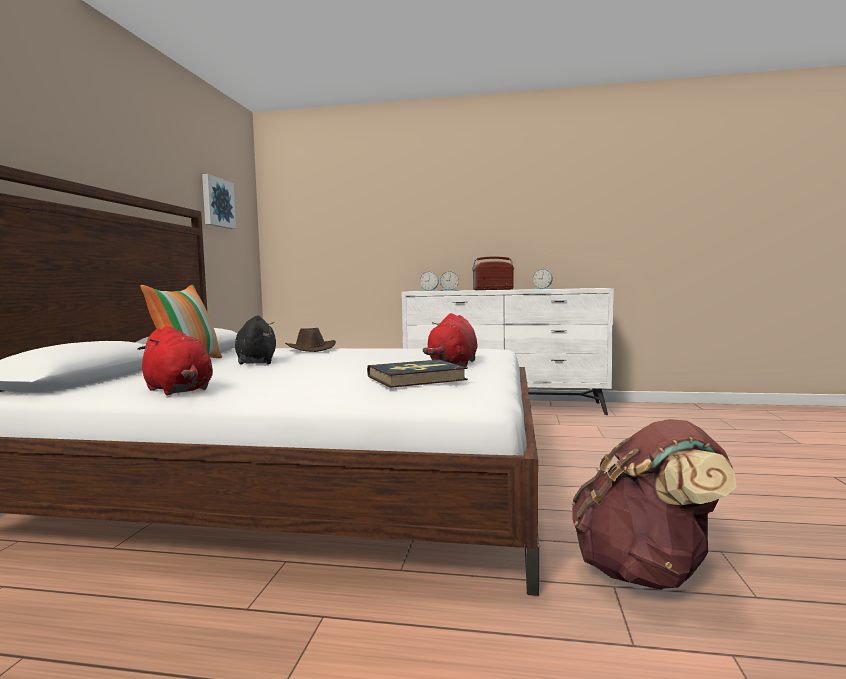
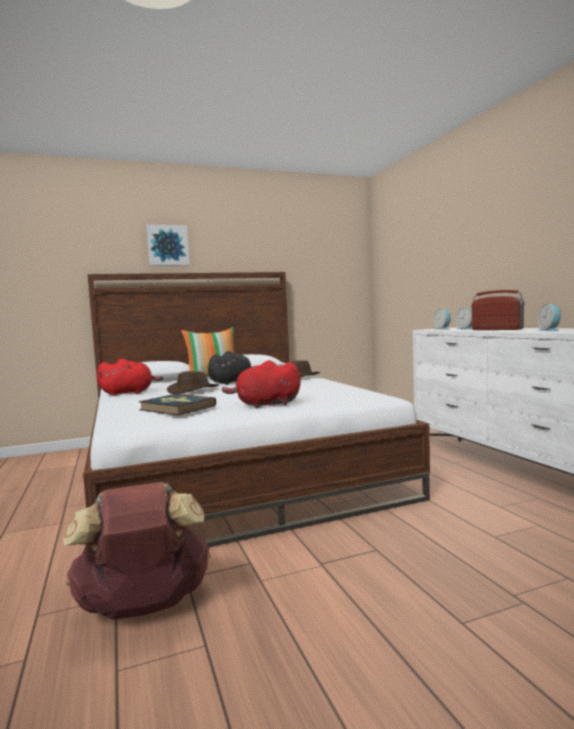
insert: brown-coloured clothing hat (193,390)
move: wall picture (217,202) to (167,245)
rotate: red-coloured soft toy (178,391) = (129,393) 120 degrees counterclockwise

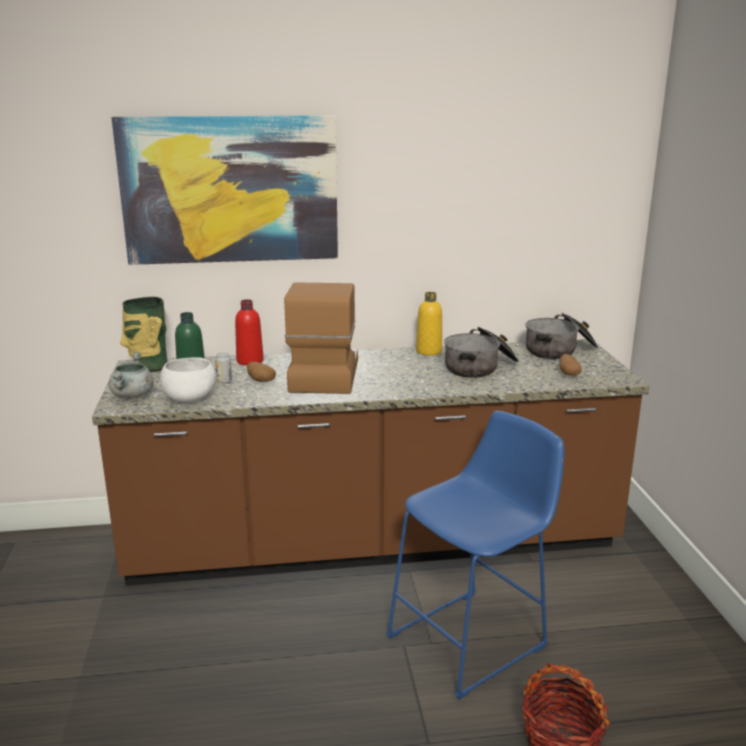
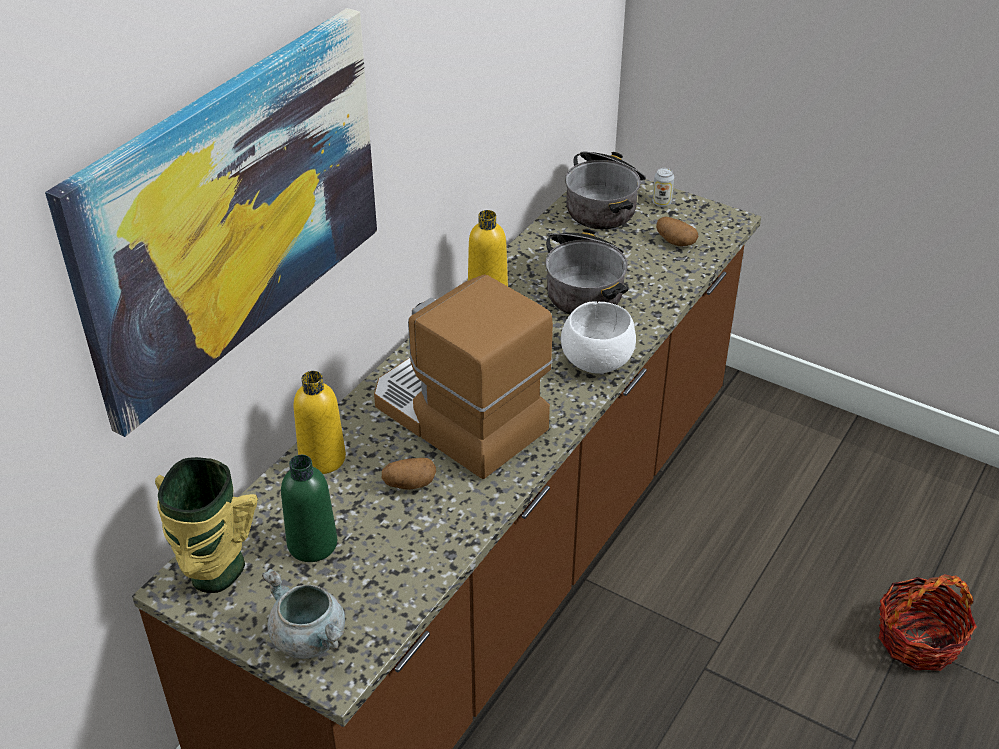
delete: blue-coloured stool seat (473,639)
move: sealed can (224,381) to (661,203); whitish bowl (189,399) to (595,361)
recolor: red-coloured drink bottle (250,361) to yellow drink bottle (322,458)

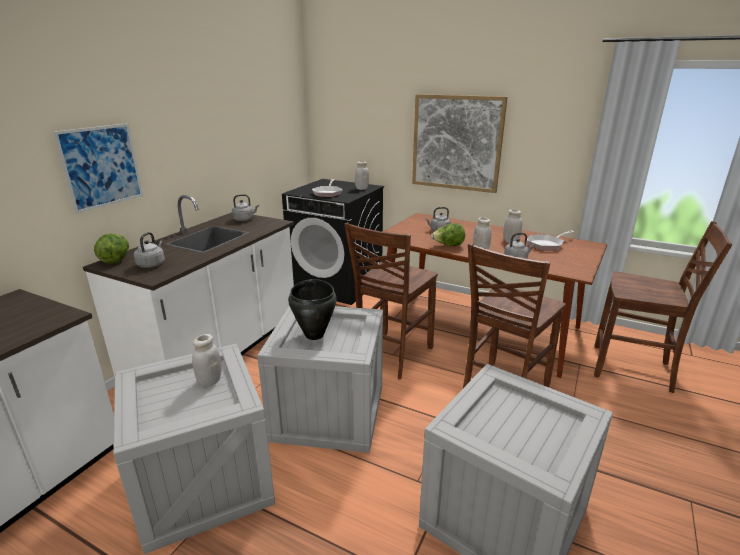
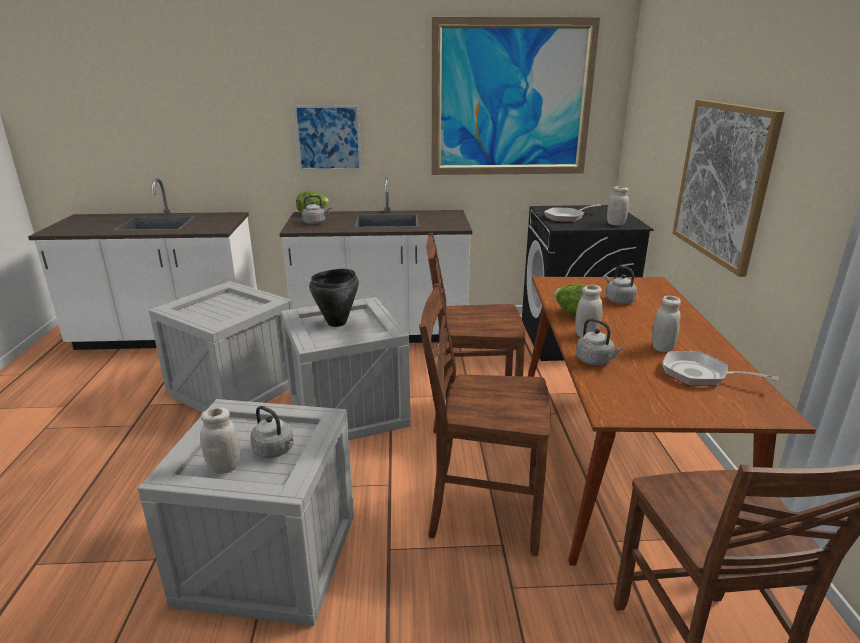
insert: wall picture (511,99)
move: gray tea kettle (245,219) to (275,451); whitish storage jar (209,381) to (224,467)

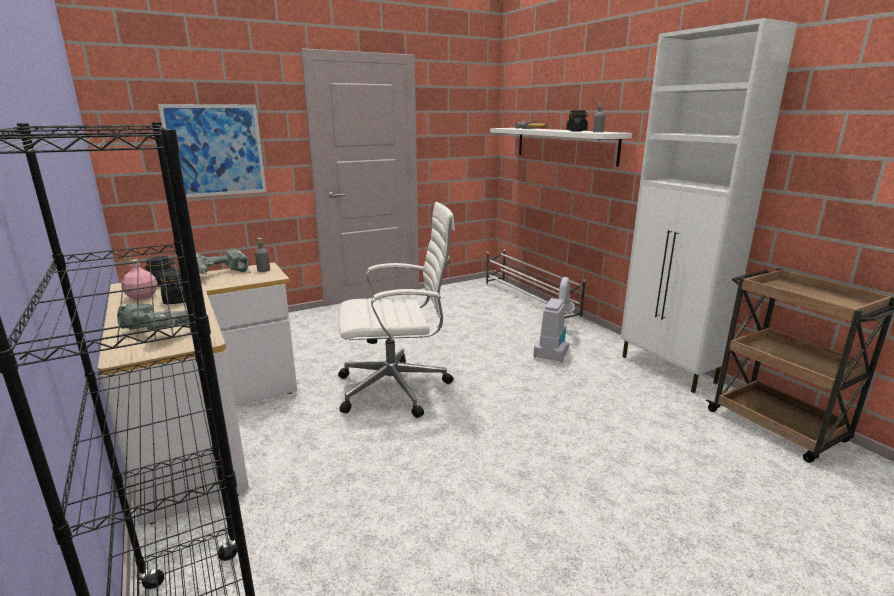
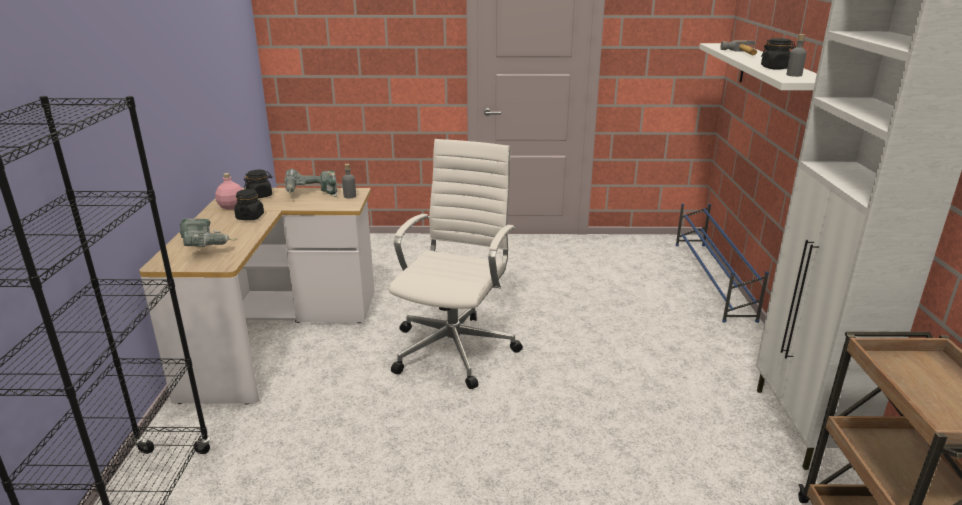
delete: wall picture (215,150); vacuum (554,347)
recolor: whitish shoe stand (529,300) to blue-coloured shoe stand (712,279)
rotate: whitish office chair (397,388) = (455,348) 90 degrees counterclockwise

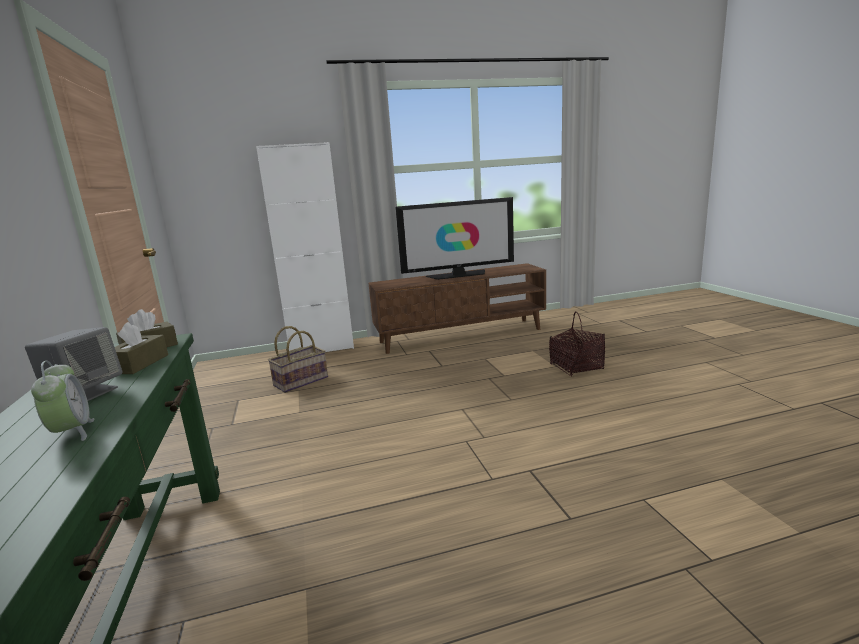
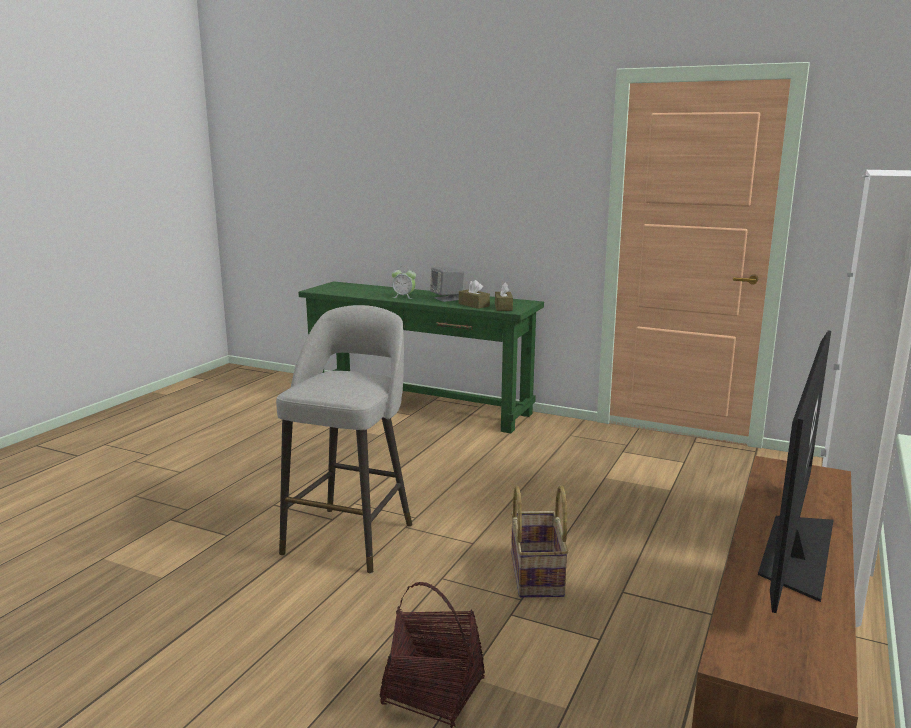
insert: gray stool seat (350,537)
move: basket (301,381) to (538,574)

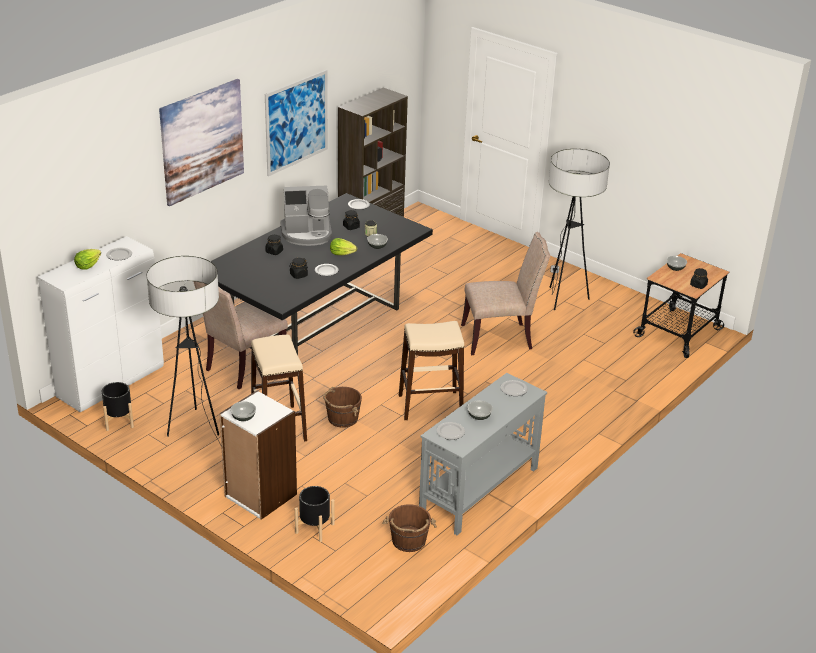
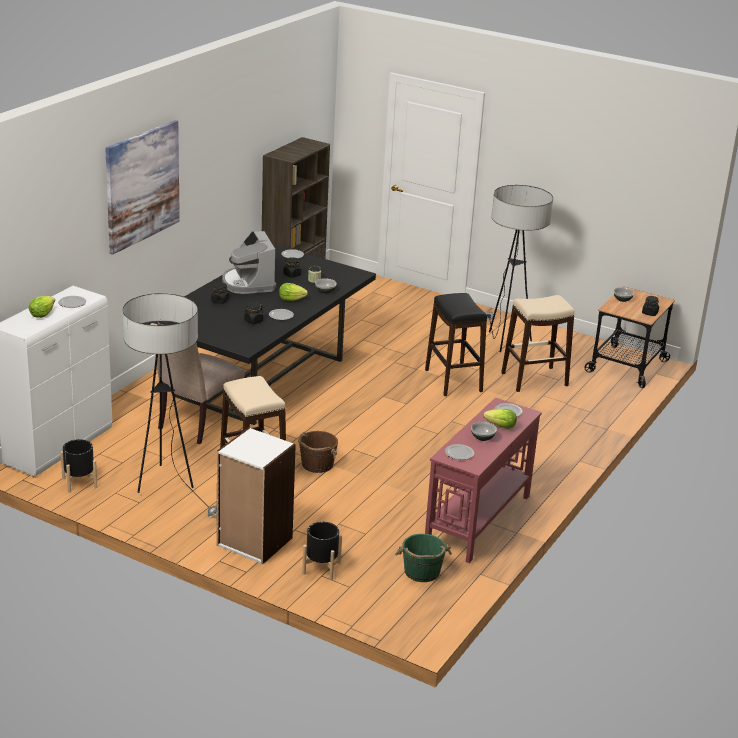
delete: wall picture (296,122); bowl (243,417)
insert: lettuce (501,426)
move: beige stool seat (430,406) to (534,379)
replace: beige chair (500,338) to blackish stool seat (453,381)
recolor: gray narrow table (478,490) to red-coloured narrow table (477,520); brown-coloured bucket (408,541) to green-coloured bucket (422,572)
rotate: coffee maker (307,234) = (248,283) 90 degrees clockwise

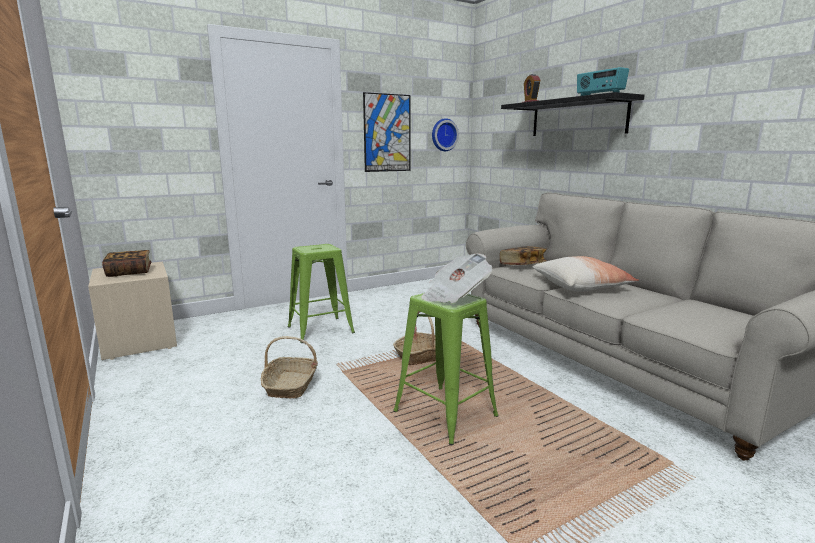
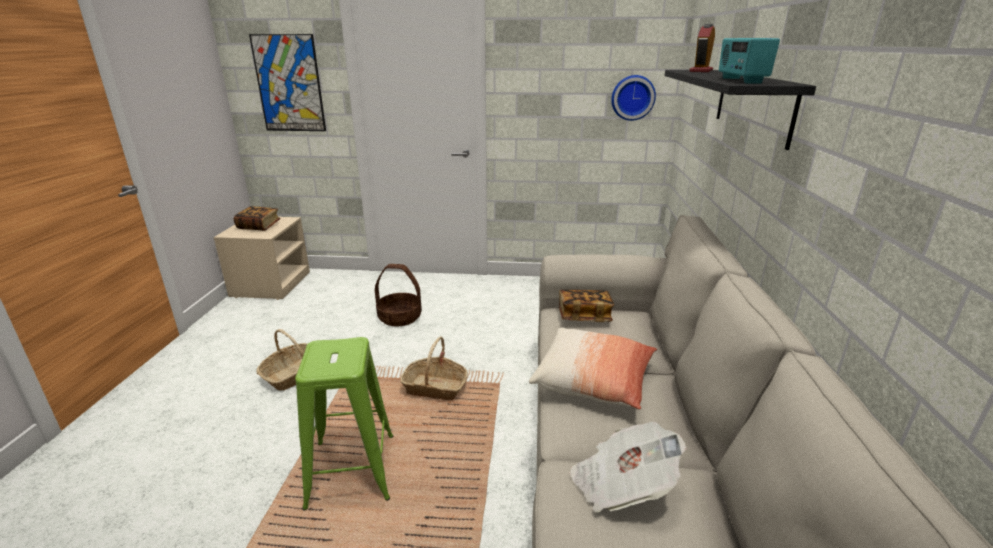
move: wall picture (387,133) to (289,84); printed paper (455,296) to (621,485)
replace: green-coloured stool seat (321,330) to basket (399,317)

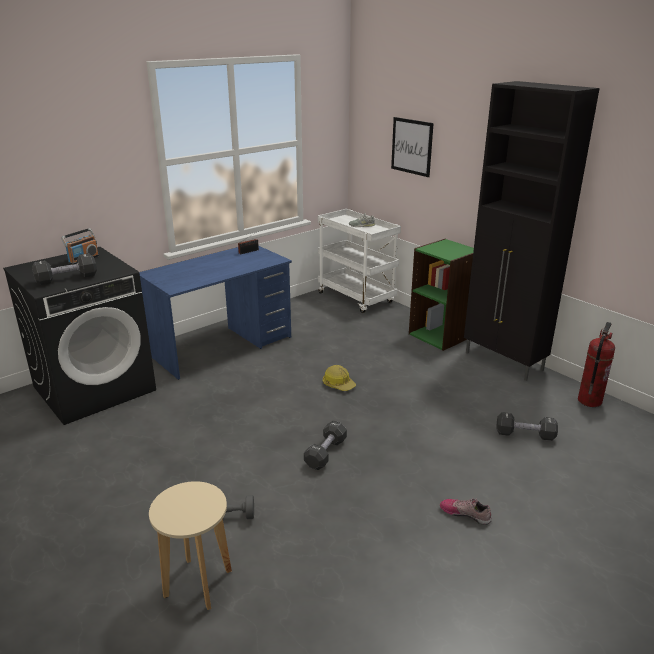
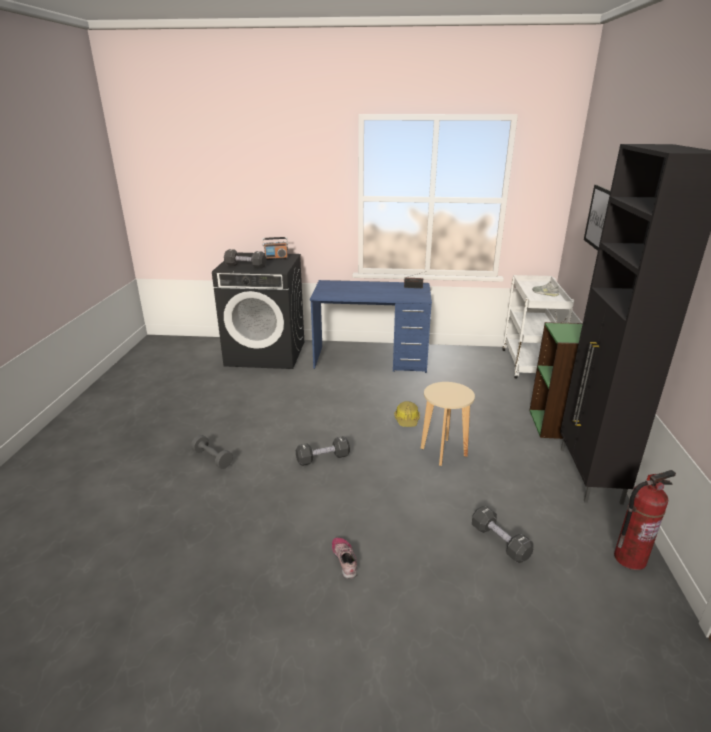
move: beige stool seat (198,583) to (444,452)

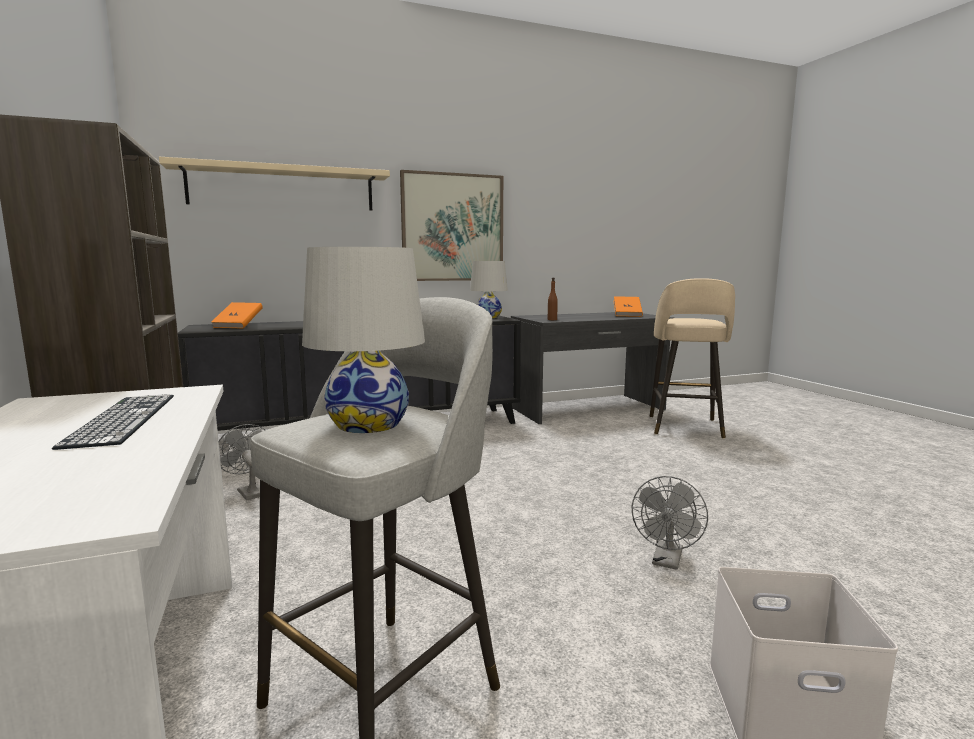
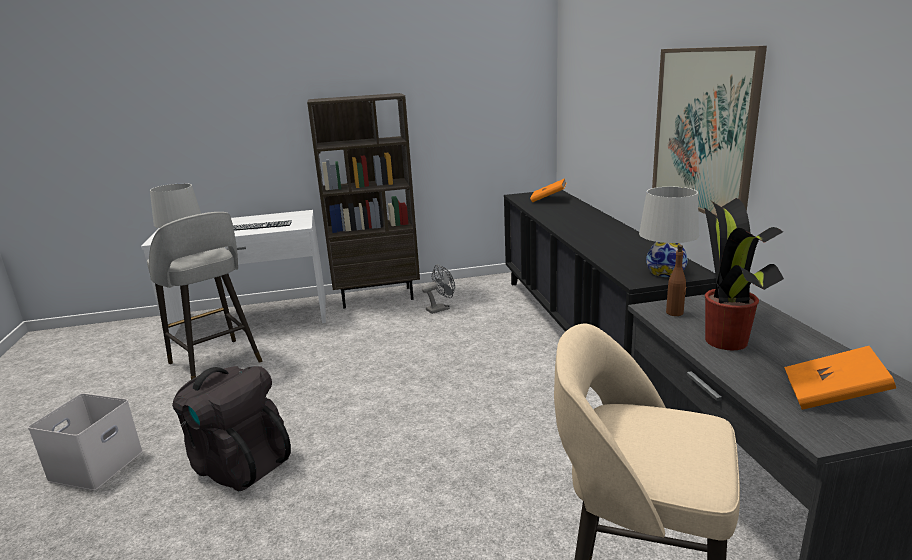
delete: beige shelf (283,188)
insert: houseplant (726,342)
replace: gray fan (667,561) to blackish knapsack (238,464)

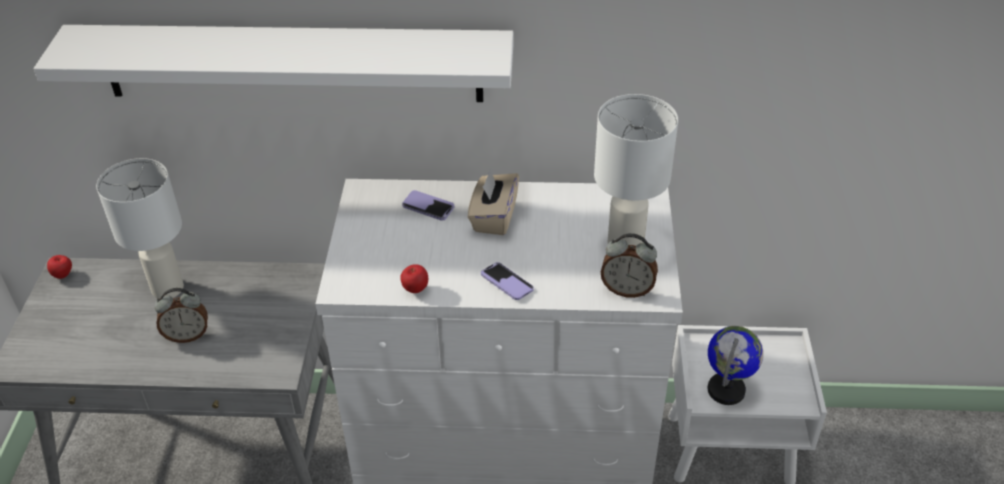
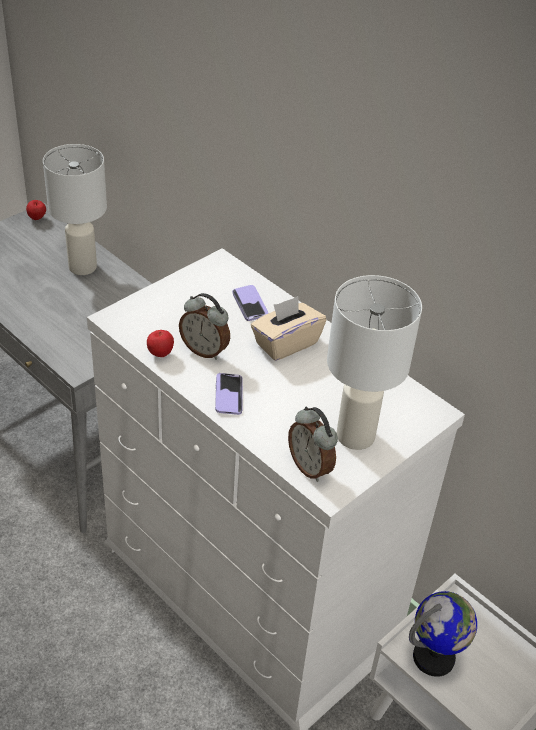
delete: whitish shelf (292,63)
move: table clock (187,335) to (205,350)

